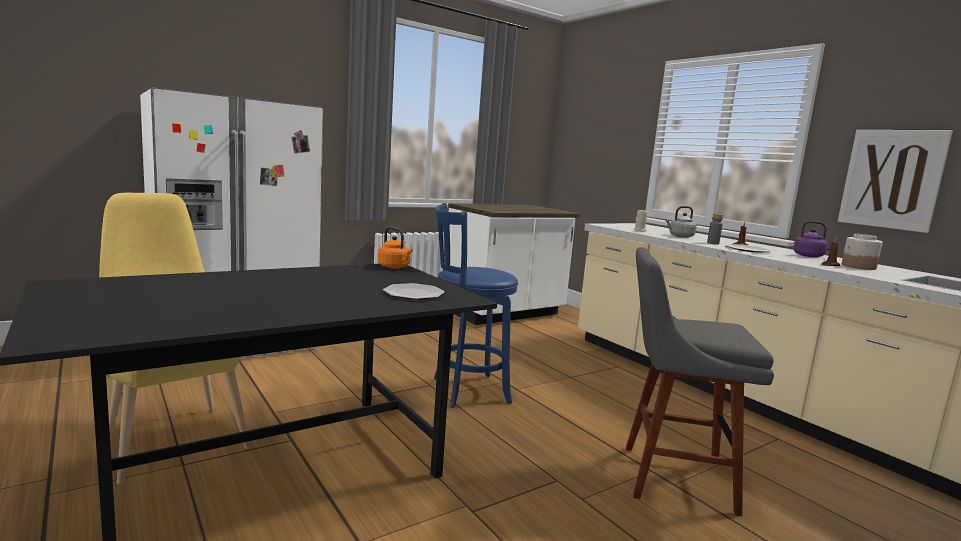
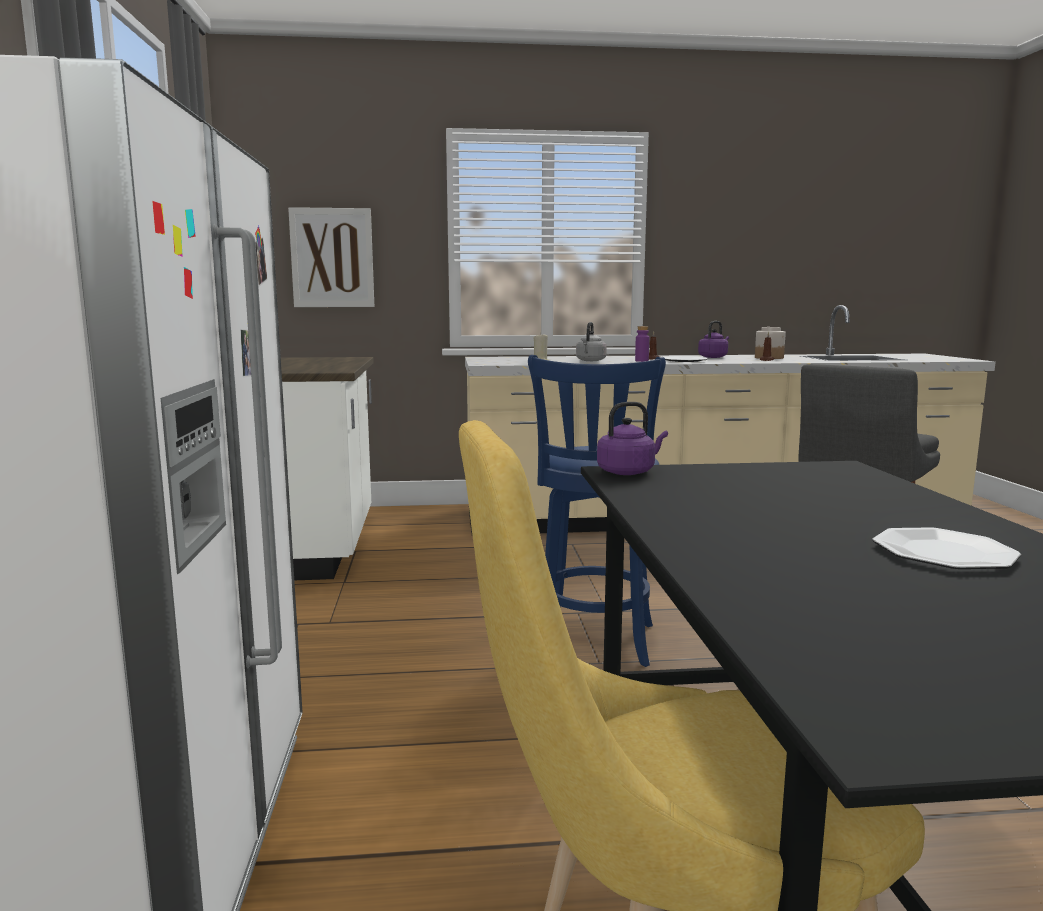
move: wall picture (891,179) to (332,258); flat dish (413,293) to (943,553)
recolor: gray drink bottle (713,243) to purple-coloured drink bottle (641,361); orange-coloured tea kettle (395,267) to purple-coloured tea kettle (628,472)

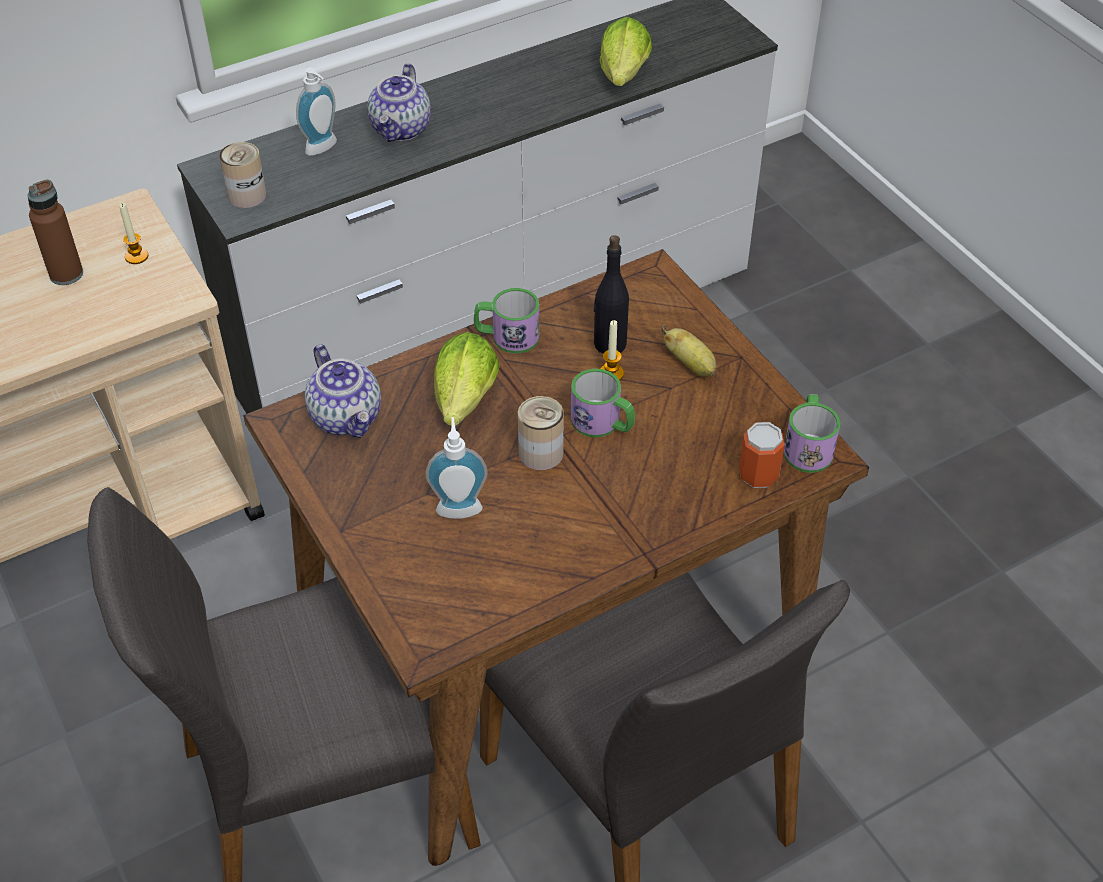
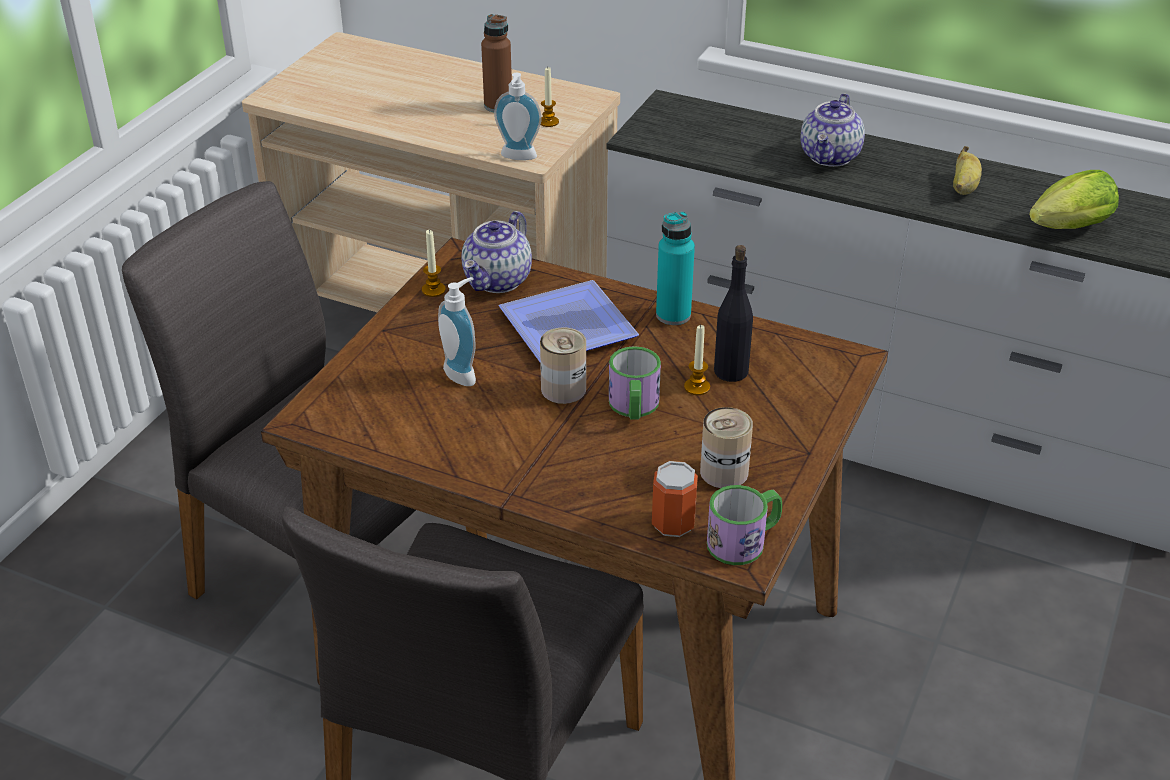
insert: wax candle (433,290)
move: soap dispenser (324,149) to (518,158); sealed can (247,195) to (724,472); banana fruit (690,364) to (964,187)
replace: mug (507,336) to turquoise-coloured drink bottle (673,315); lettuce (463,404) to flat dish (573,328)
rotate: pot for tea (401,129) = (830,157) 45 degrees counterclockwise

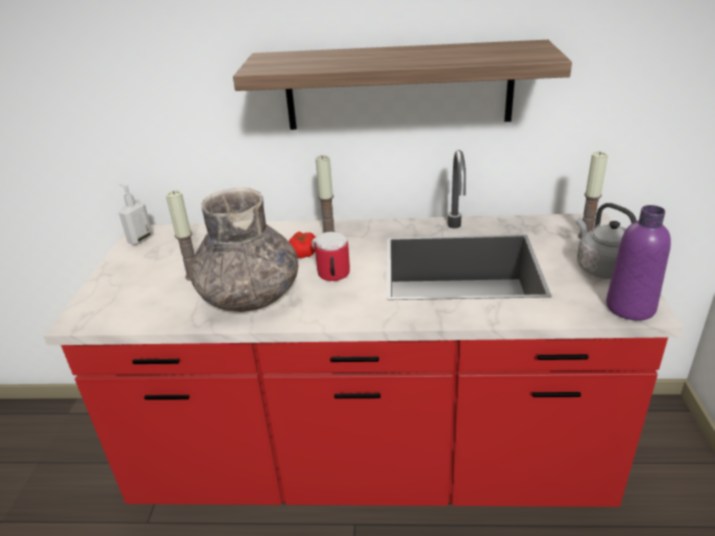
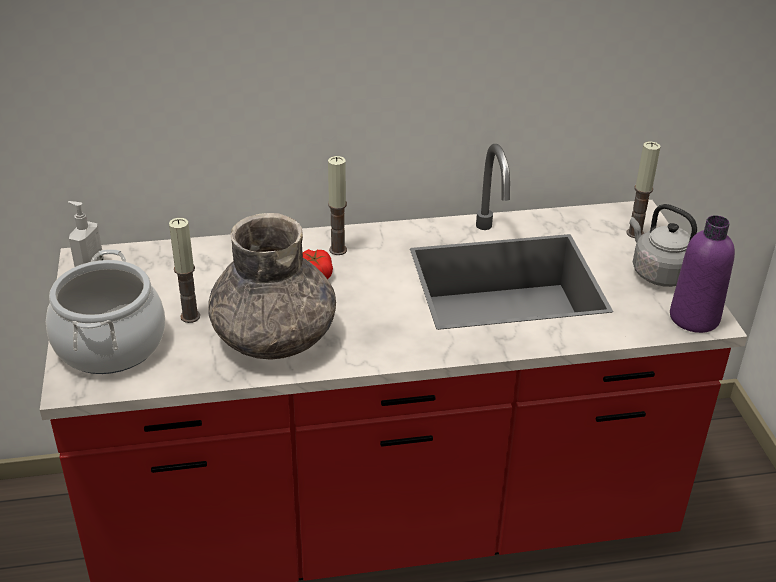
delete: shelf (398,86); mug (332,276)
insert: cooking pot (111,344)

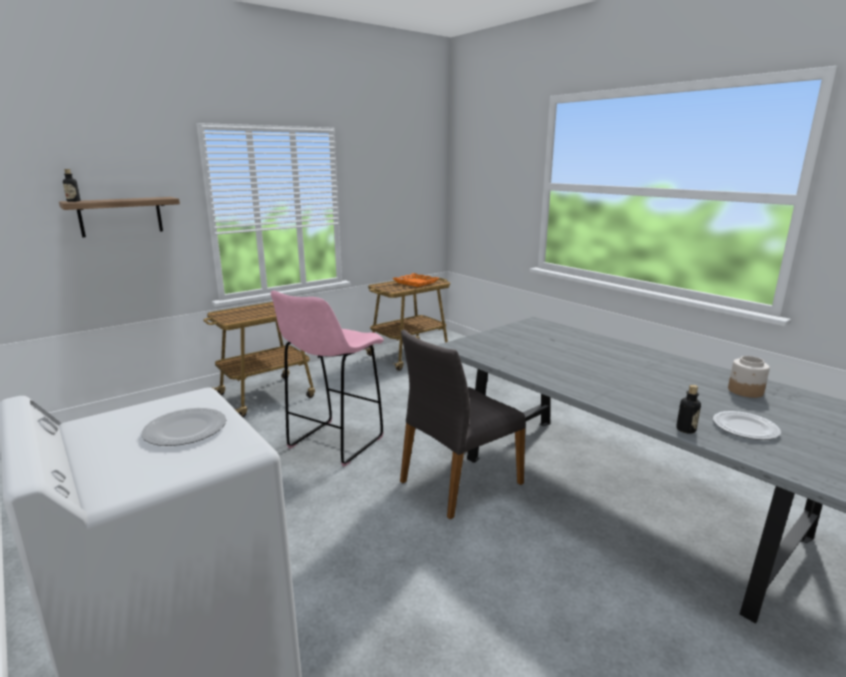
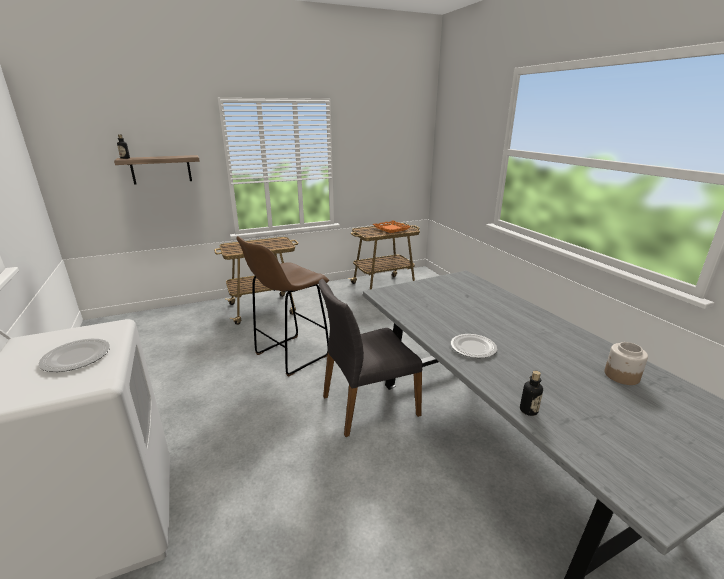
move: flat dish (745,428) to (473,348)
recolor: pink stool seat (334,443) to brown-coloured stool seat (290,355)

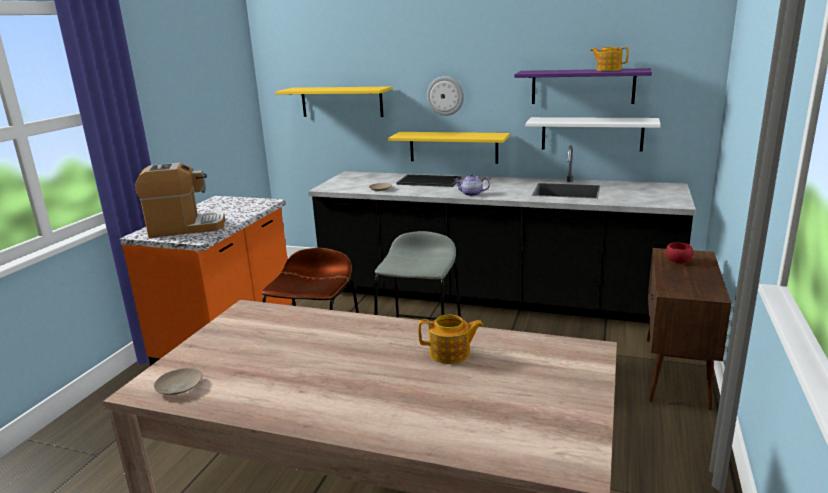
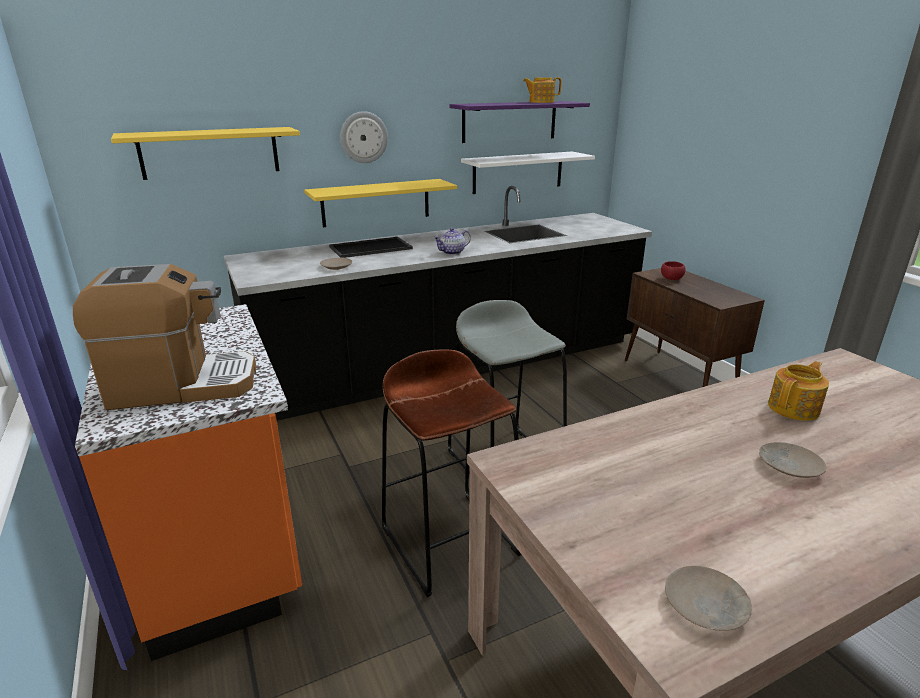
insert: beige flat dish (788,466)
rotate: coffee maker (186,228) = (182,385) 45 degrees clockwise

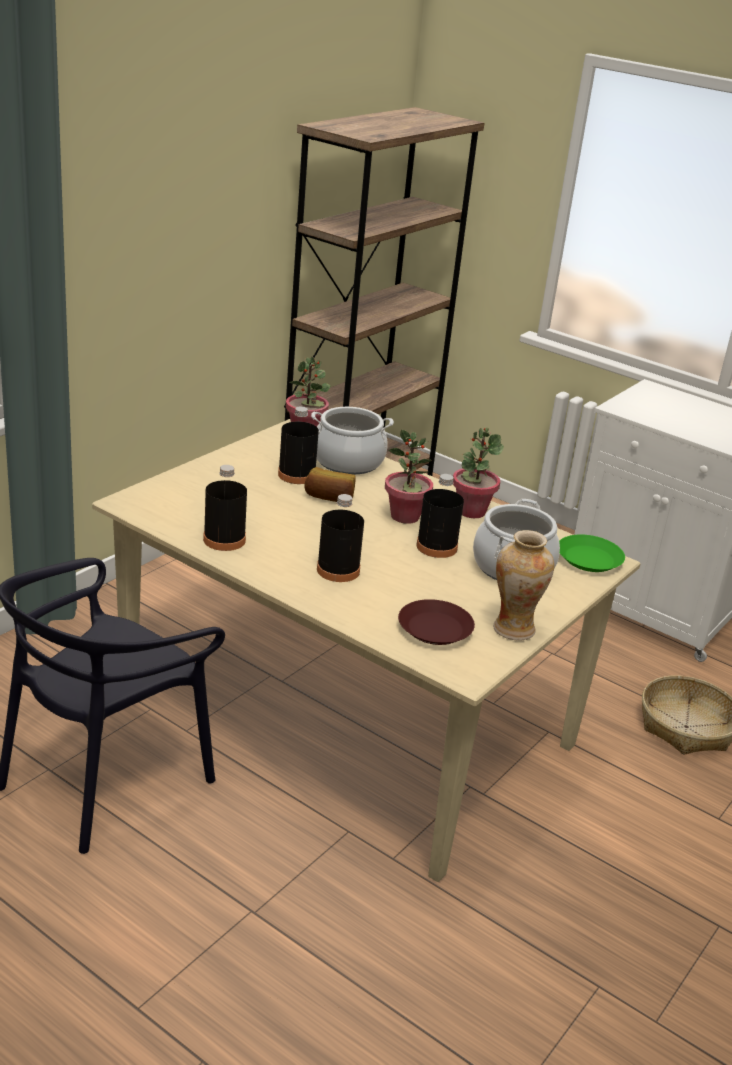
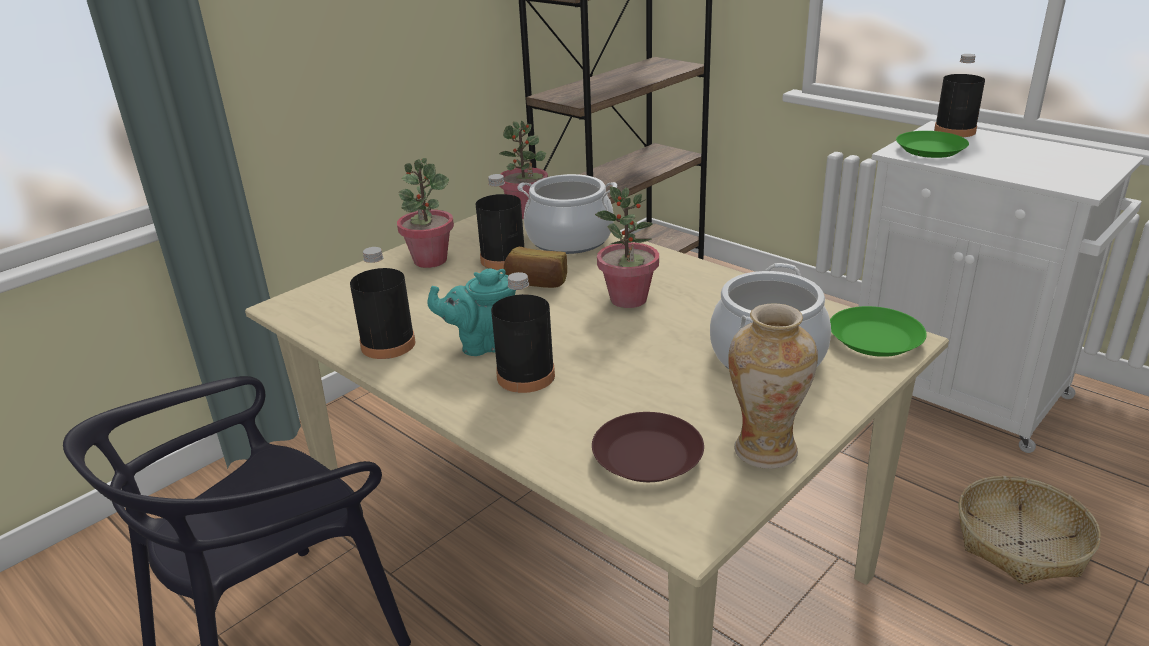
insert: green-coloured flat dish (929,150); turquoise-coloured pot for tea (483,345)
move: houseplant (471,511) to (430,260); blackish drink bottle (436,547) to (954,131)

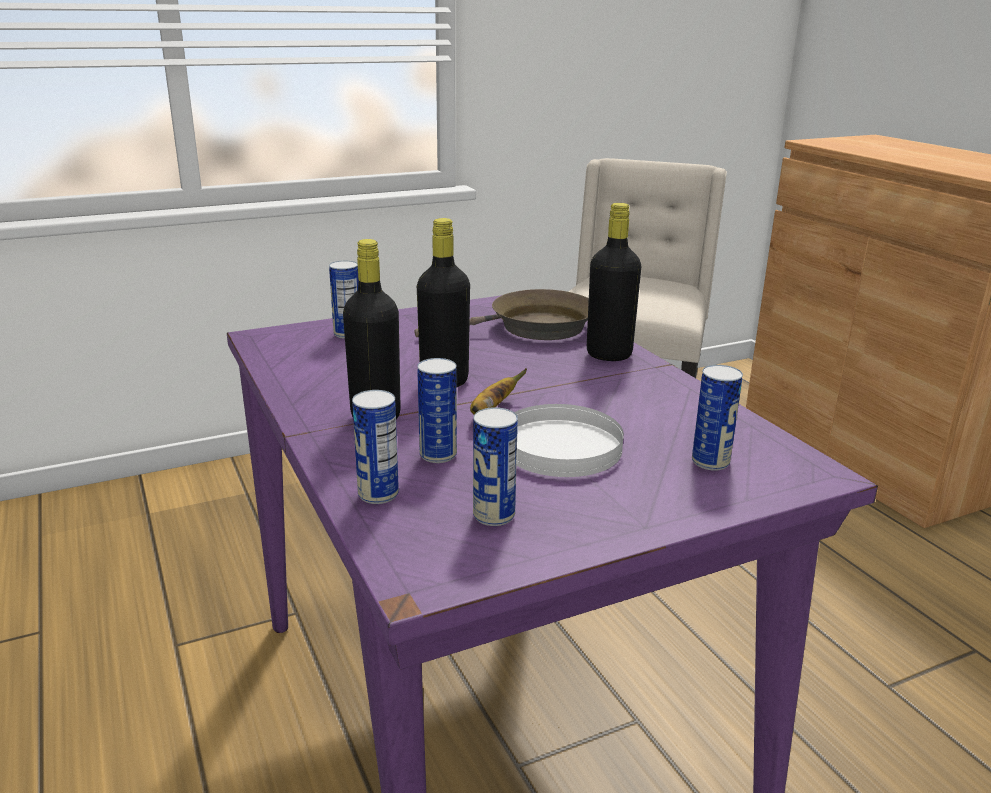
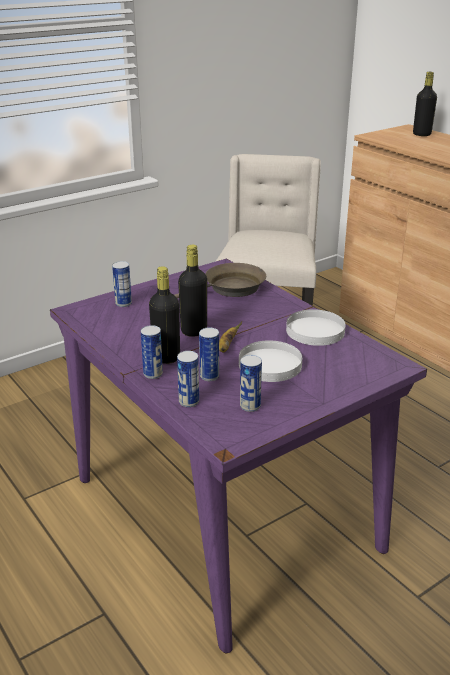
insert: whitish flat dish (315,330)
move: blackish drink bottle (609,355) to (421,134); sealed can (710,462) to (153,374)

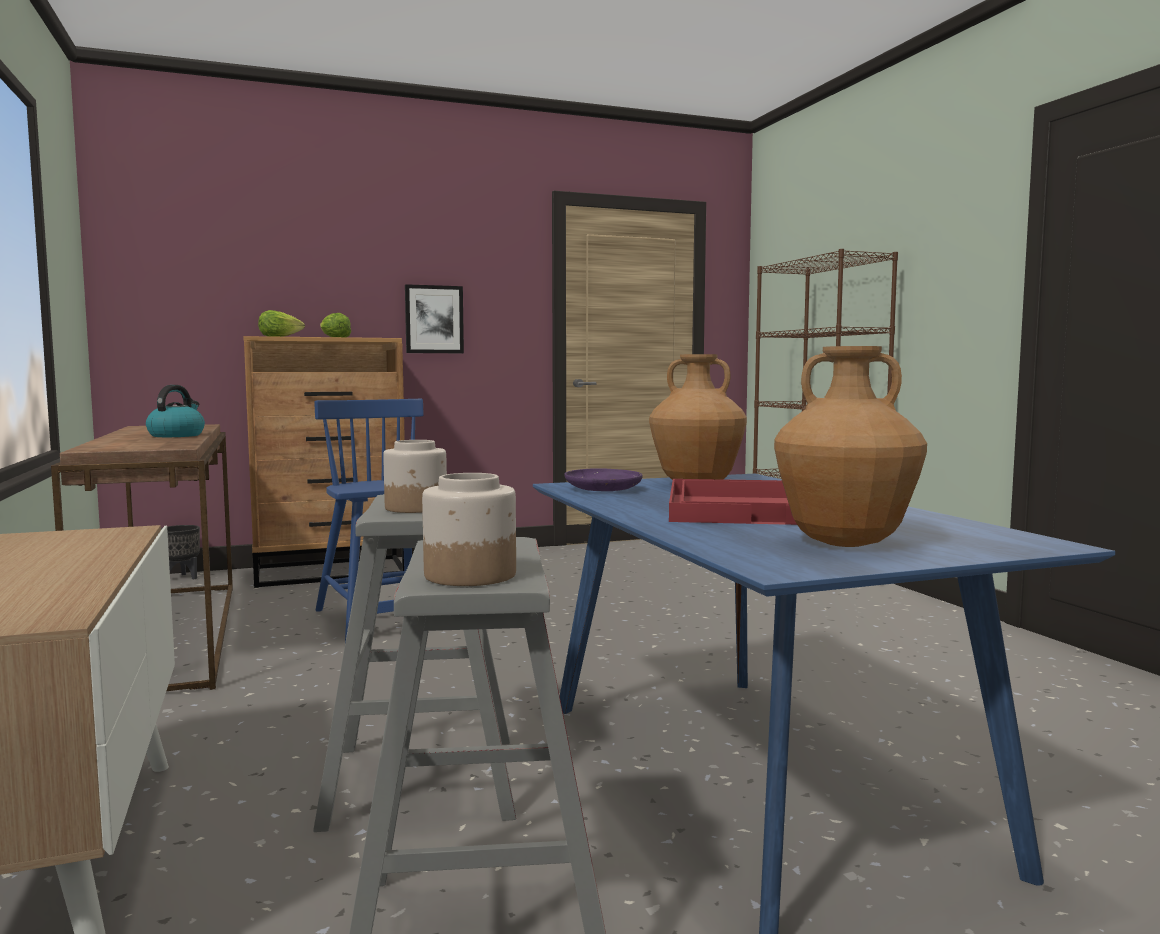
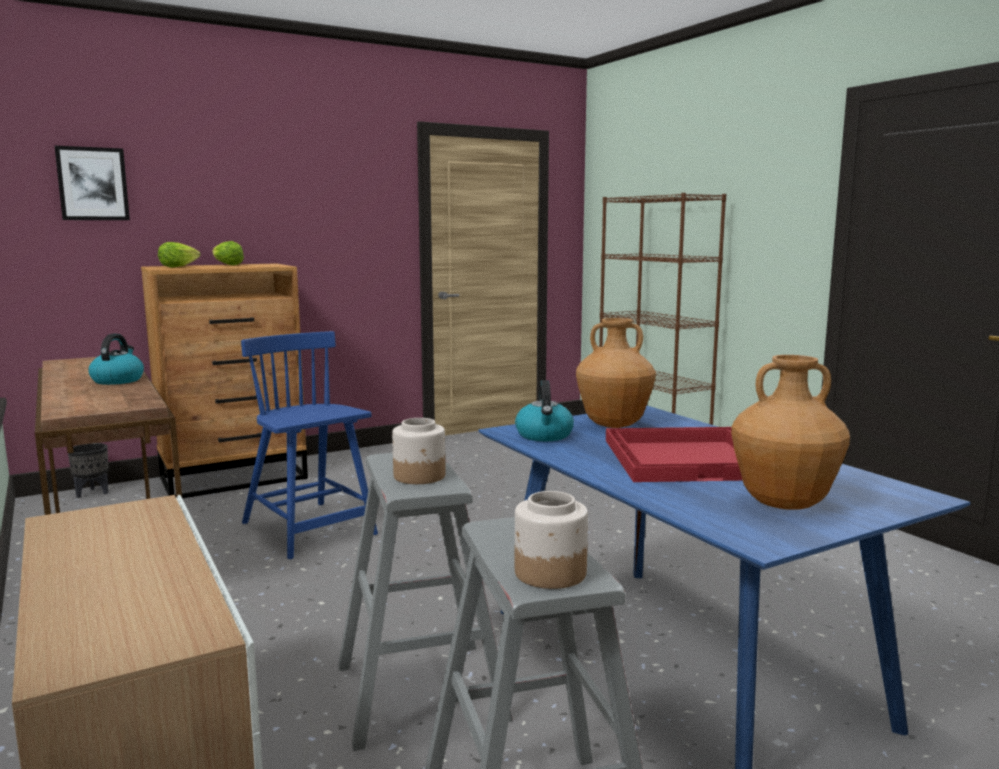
move: wall picture (434,319) to (92,184)
replace: purple-coloured flat dish (603,489) to tea kettle (544,435)

